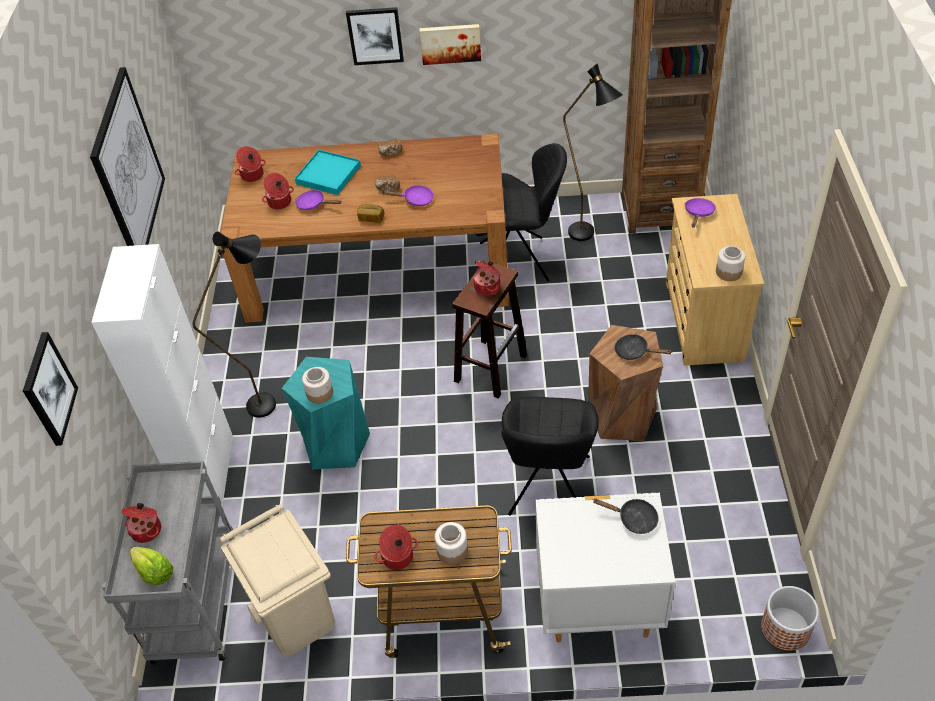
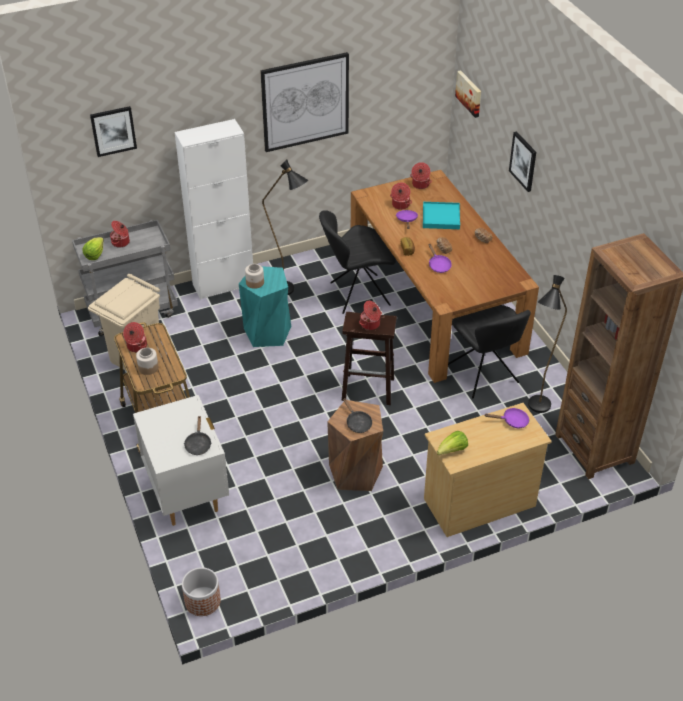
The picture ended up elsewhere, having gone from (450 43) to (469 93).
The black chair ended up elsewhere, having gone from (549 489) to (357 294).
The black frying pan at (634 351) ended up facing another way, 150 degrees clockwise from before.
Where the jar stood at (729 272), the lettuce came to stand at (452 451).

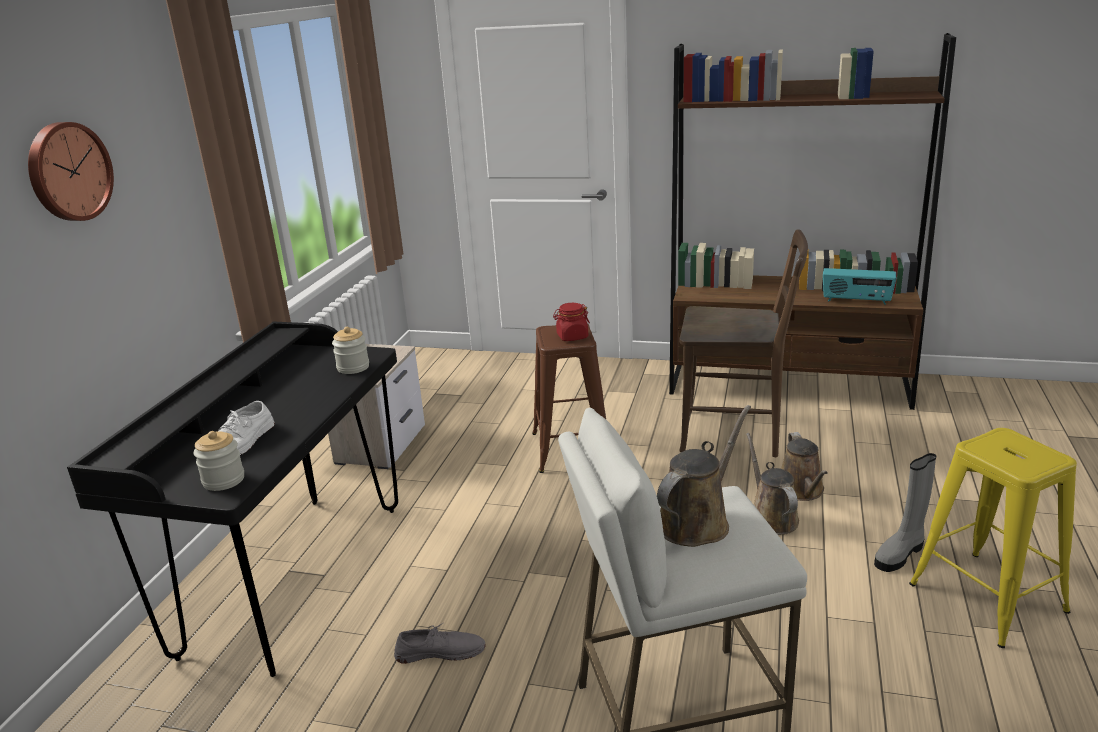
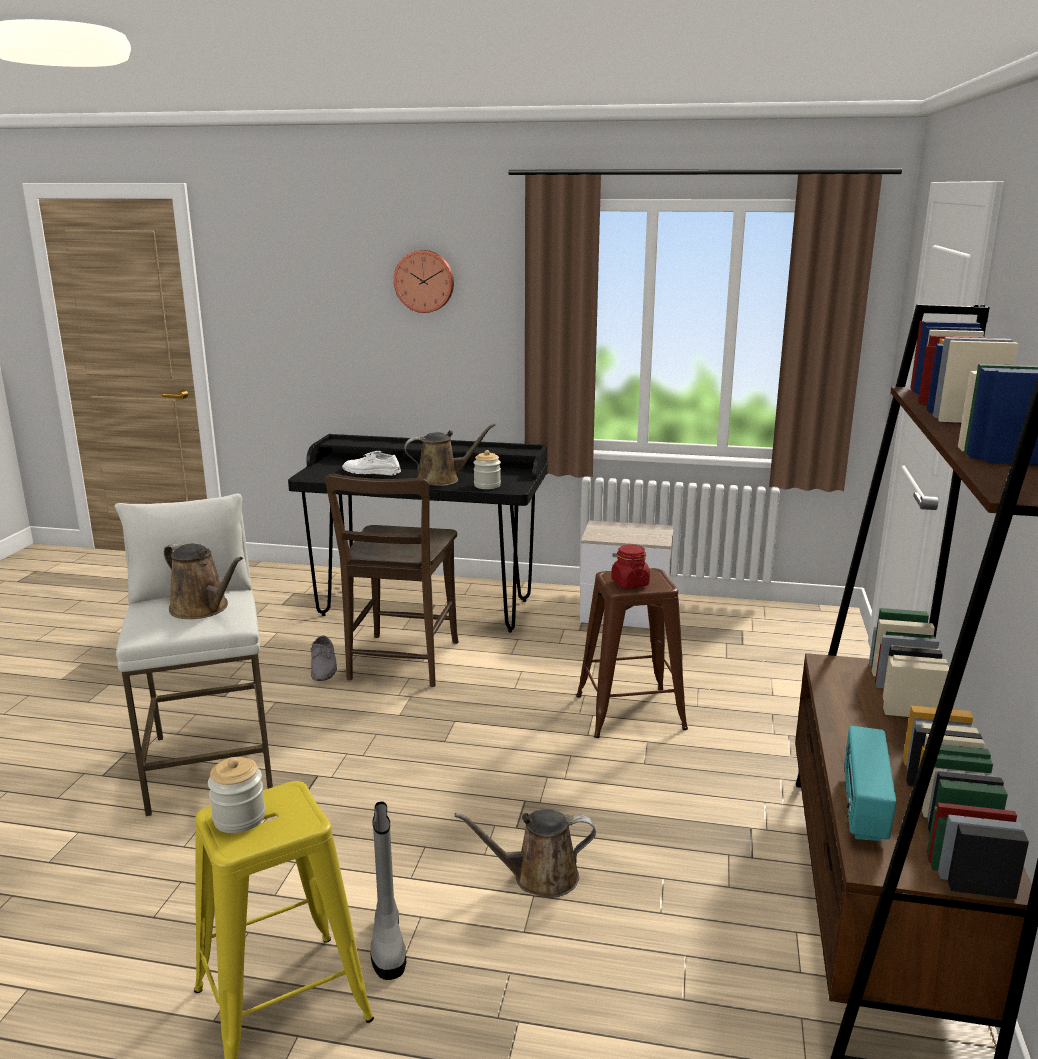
The jar ended up elsewhere, having gone from (223 480) to (239 818).
The brown chair ended up elsewhere, having gone from (737 434) to (401 664).
The brown watering can ended up elsewhere, having gone from (771 517) to (442 479).
The grey boot at (900 554) ended up facing another way, 150 degrees counterclockwise from before.

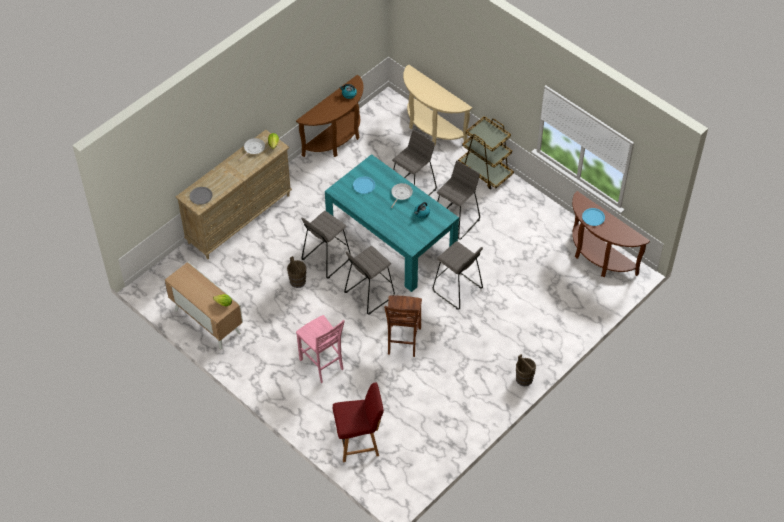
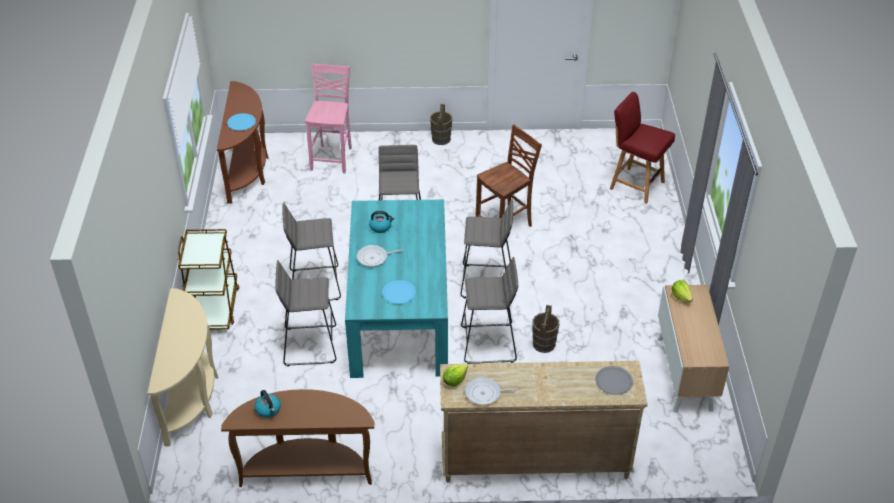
The pink chair ended up elsewhere, having gone from (322 365) to (333 158).

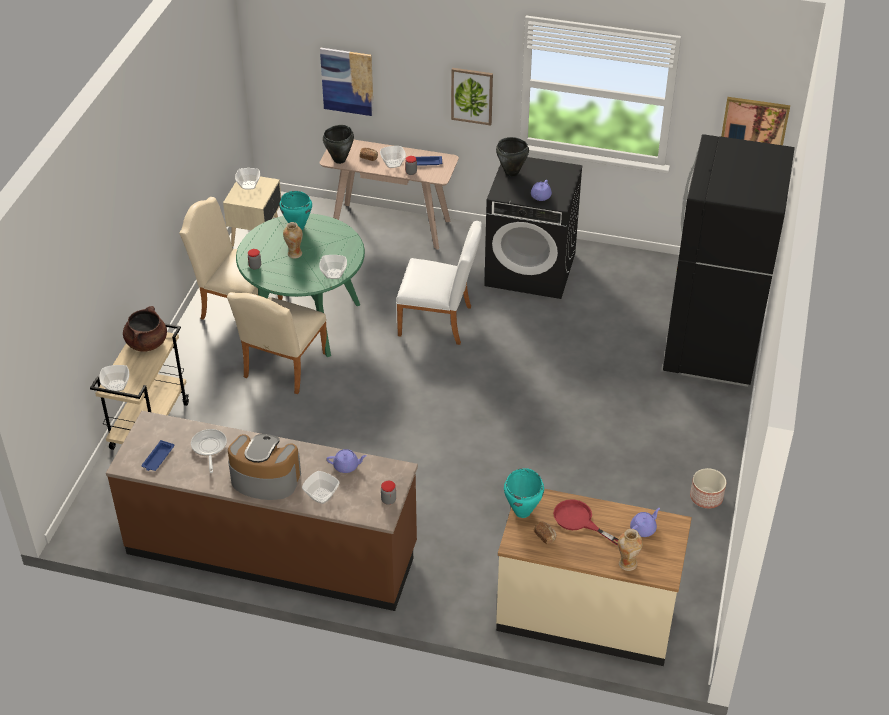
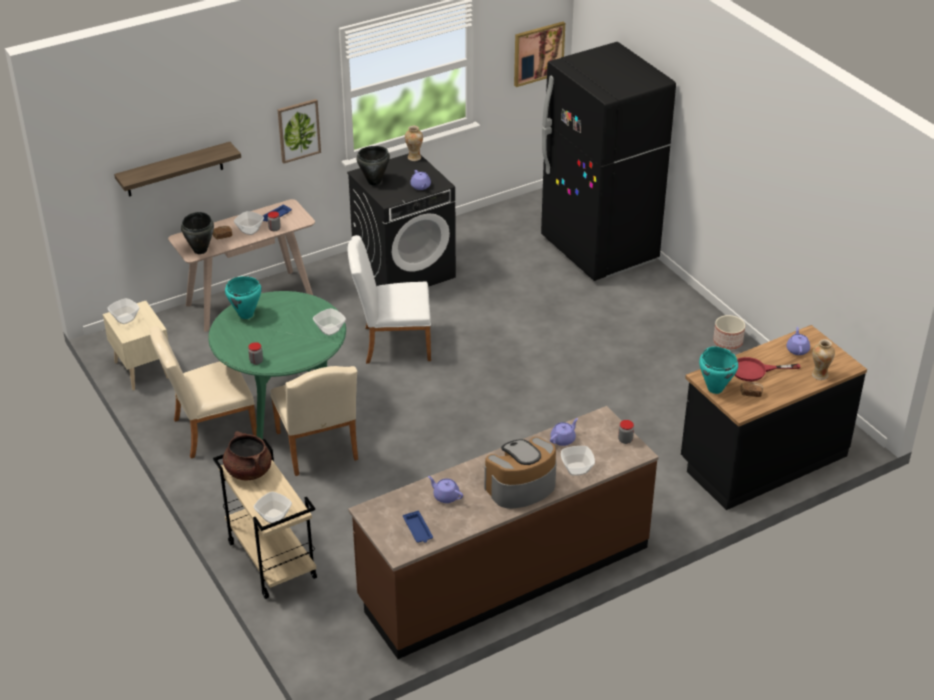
Where the frying pan stood at (209 448), the purple teapot came to stand at (445 496).
The vase ended up elsewhere, having gone from (294 254) to (414 157).
Where the picture hung at (347 81), the shelf came to hang at (174 169).
The white chair at (440 322) ended up facing another way, 150 degrees counterclockwise from before.
What was the beige counter at (587 613) turned into the black counter at (762 459).

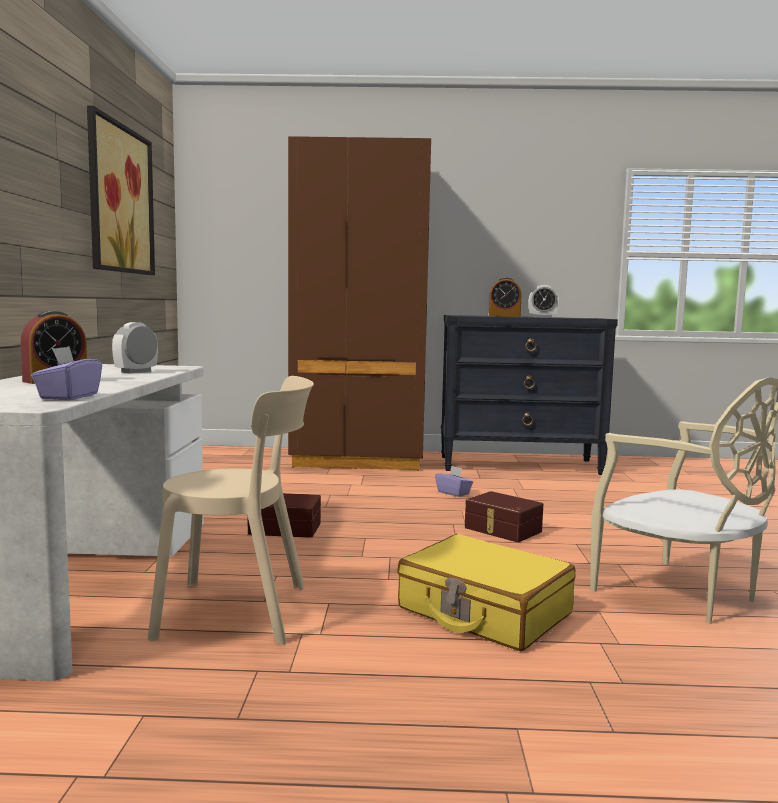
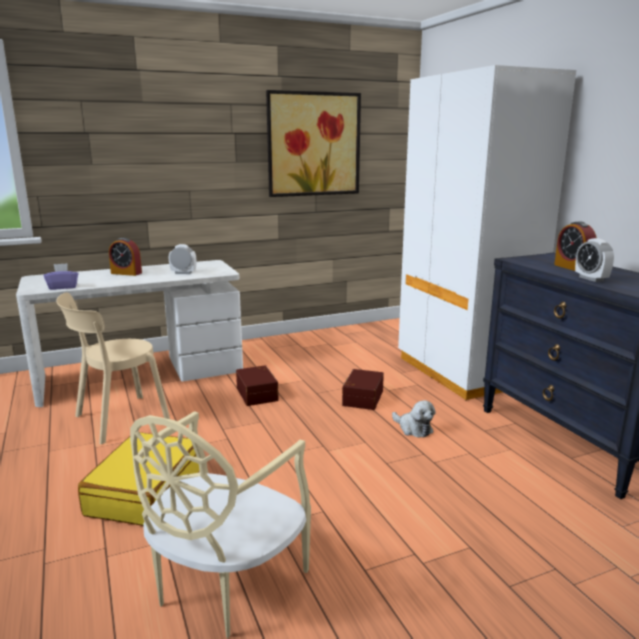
The beige chair at (241 611) ended up facing another way, 75 degrees clockwise from before.
What was the brown wardrobe at (358 459) turned into the white wardrobe at (462 371).
Where the purple tissue box stood at (453 493), the plush toy came to stand at (413 429).
The brown storage box ended up elsewhere, having gone from (502 530) to (361 398).

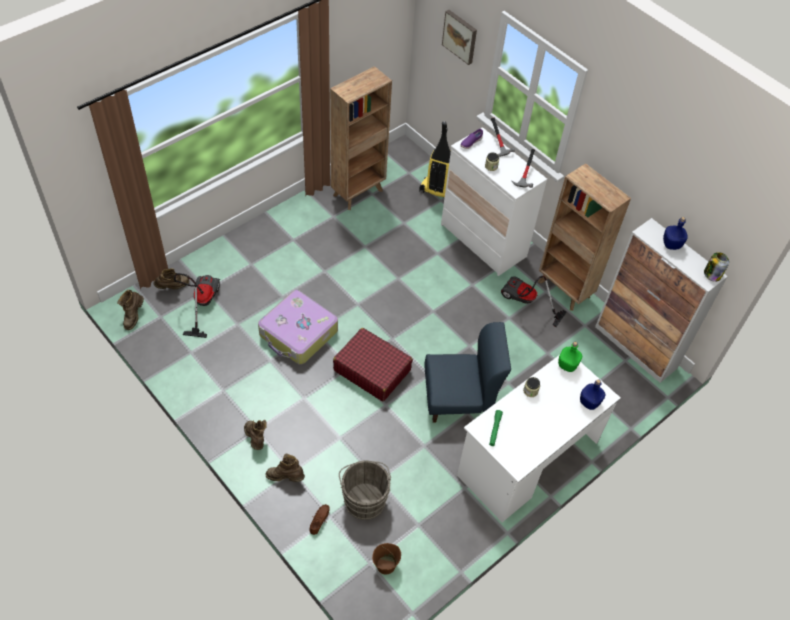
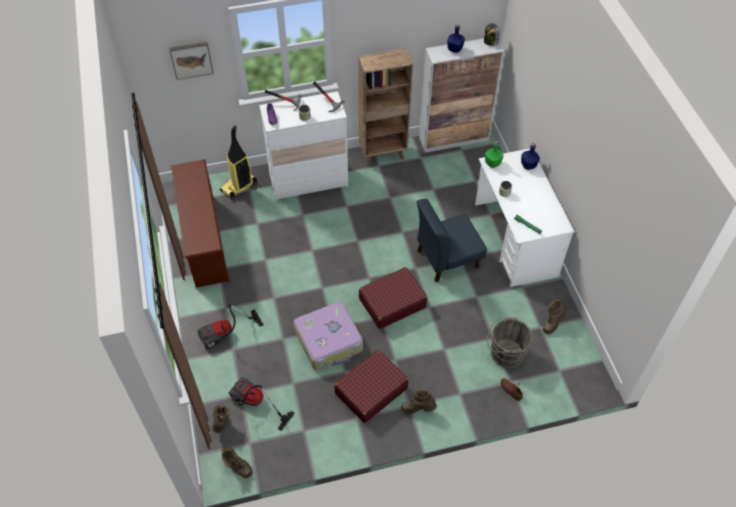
The brown boot ended up elsewhere, having gone from (286 477) to (552 323).
Where the brown bookcase stood at (359 192), the brown shoe rack came to stand at (204 241).
The second view lost the brown bucket at (386 565).
The blue chair at (459 400) ended up facing another way, 135 degrees counterclockwise from before.
The vacuum cleaner ended up elsewhere, having gone from (525 302) to (226 334).
The second view gained the red suitcase at (371 391).

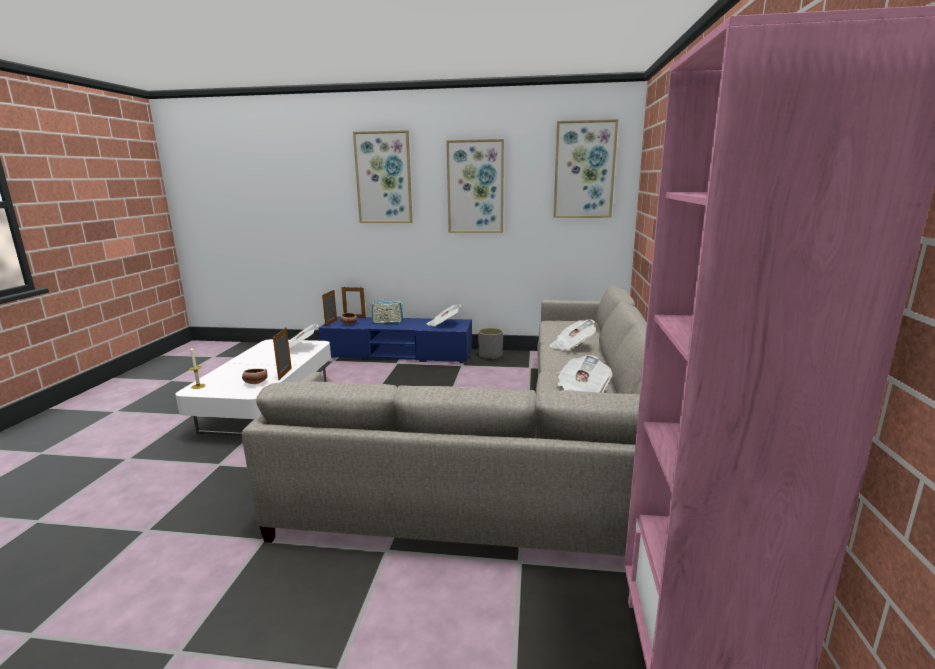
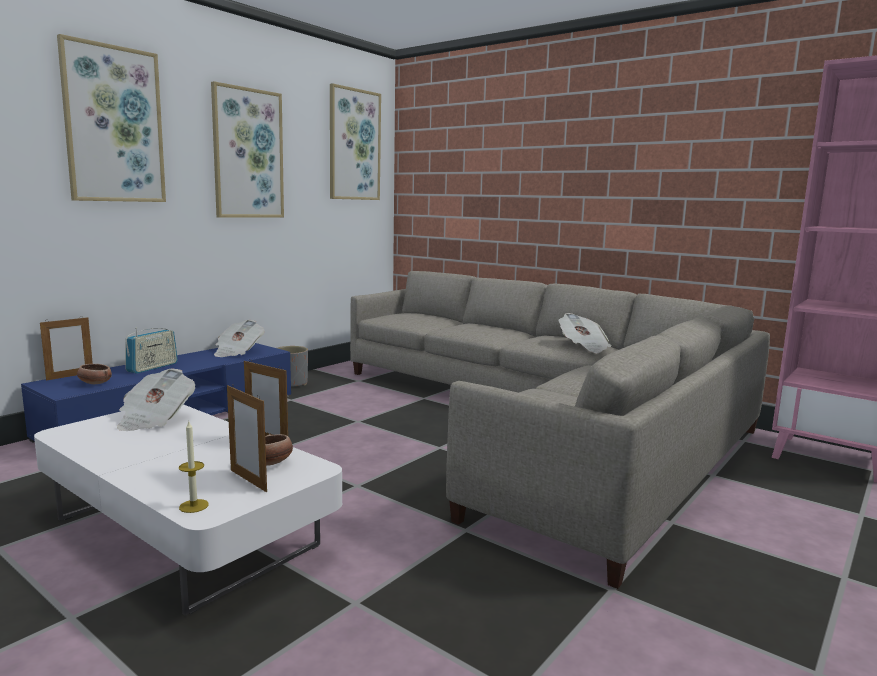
The picture frame ended up elsewhere, having gone from (331 323) to (248 480).
The second view lost the newspaper at (571 346).

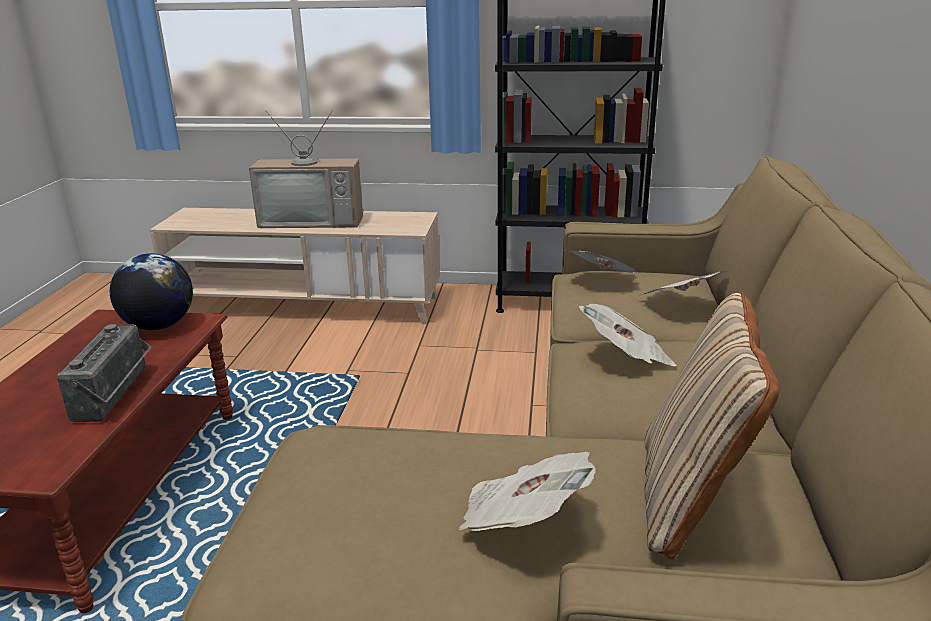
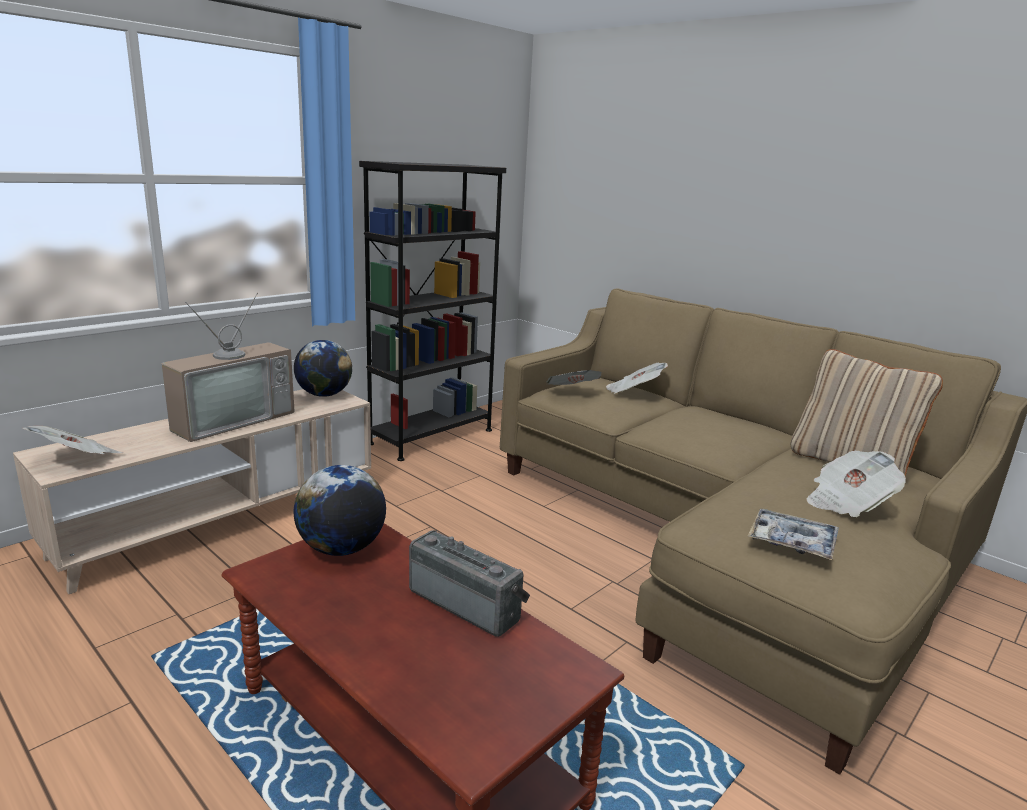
The newspaper ended up elsewhere, having gone from (626 358) to (78 460).
The second view gained the globe at (324 394).
The second view gained the tray at (792 542).

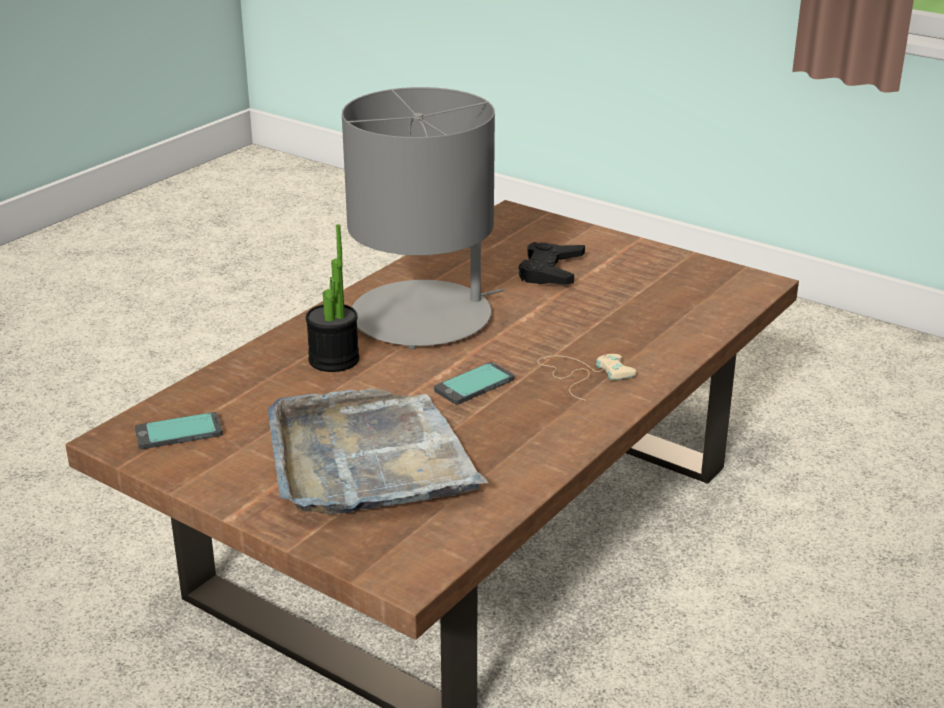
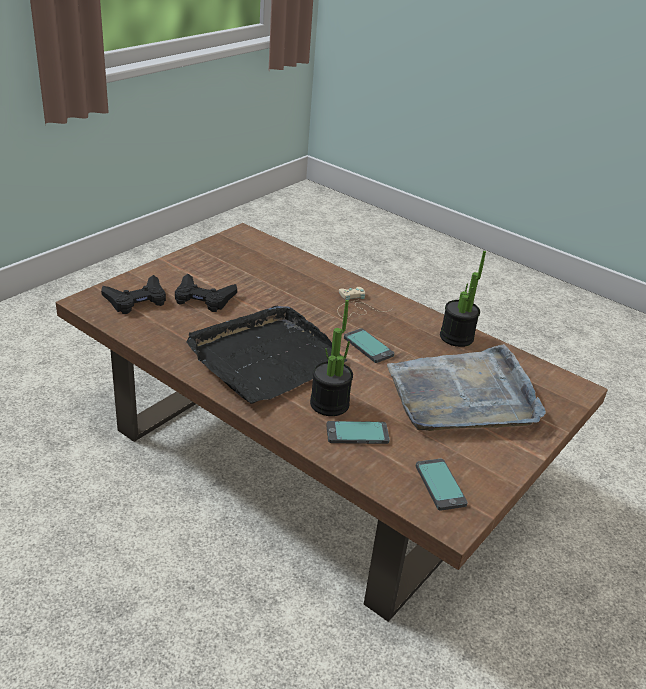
Where the grey table lamp stood at (423 316), the black tray came to stand at (265 358).
The second view gained the black game controller at (136 300).
The second view gained the phone at (357 434).
The second view gained the potted plant at (456 337).

